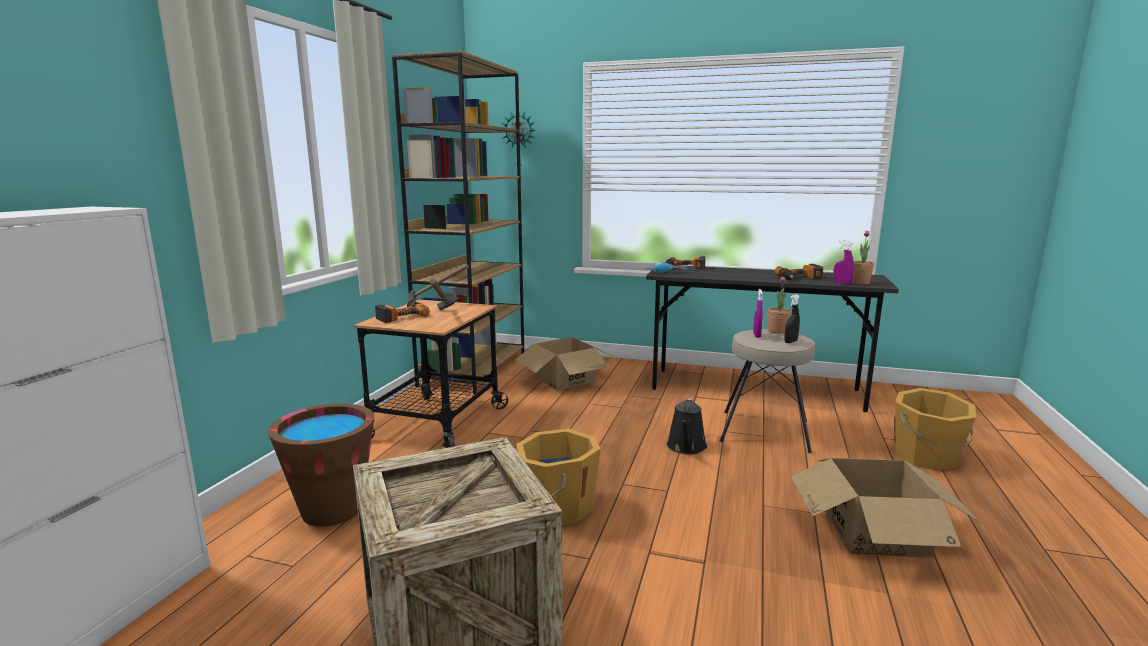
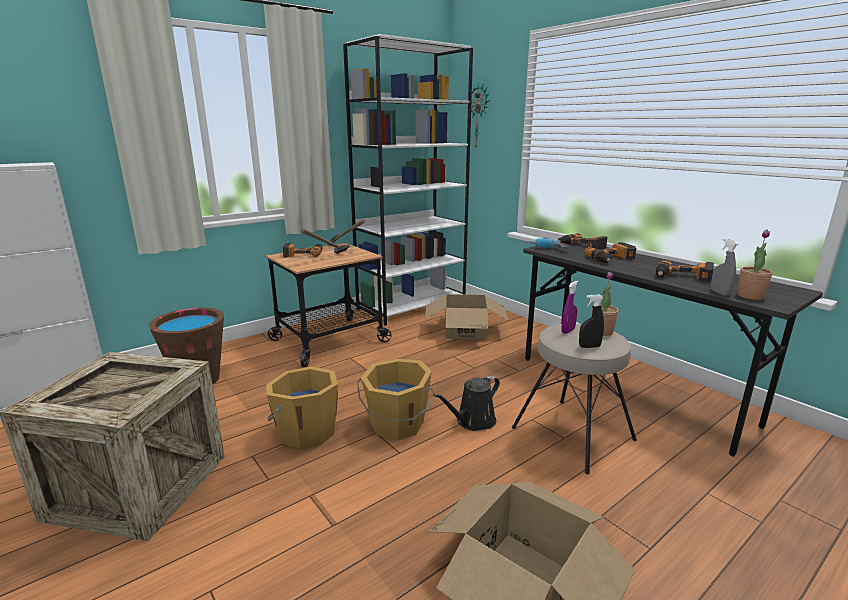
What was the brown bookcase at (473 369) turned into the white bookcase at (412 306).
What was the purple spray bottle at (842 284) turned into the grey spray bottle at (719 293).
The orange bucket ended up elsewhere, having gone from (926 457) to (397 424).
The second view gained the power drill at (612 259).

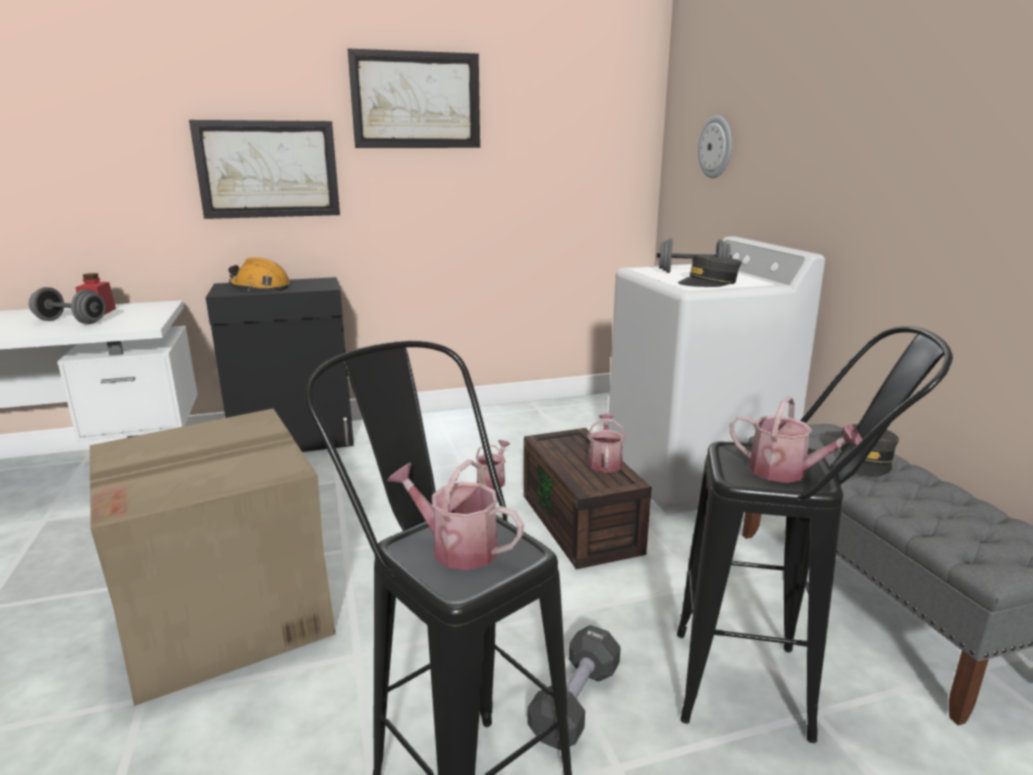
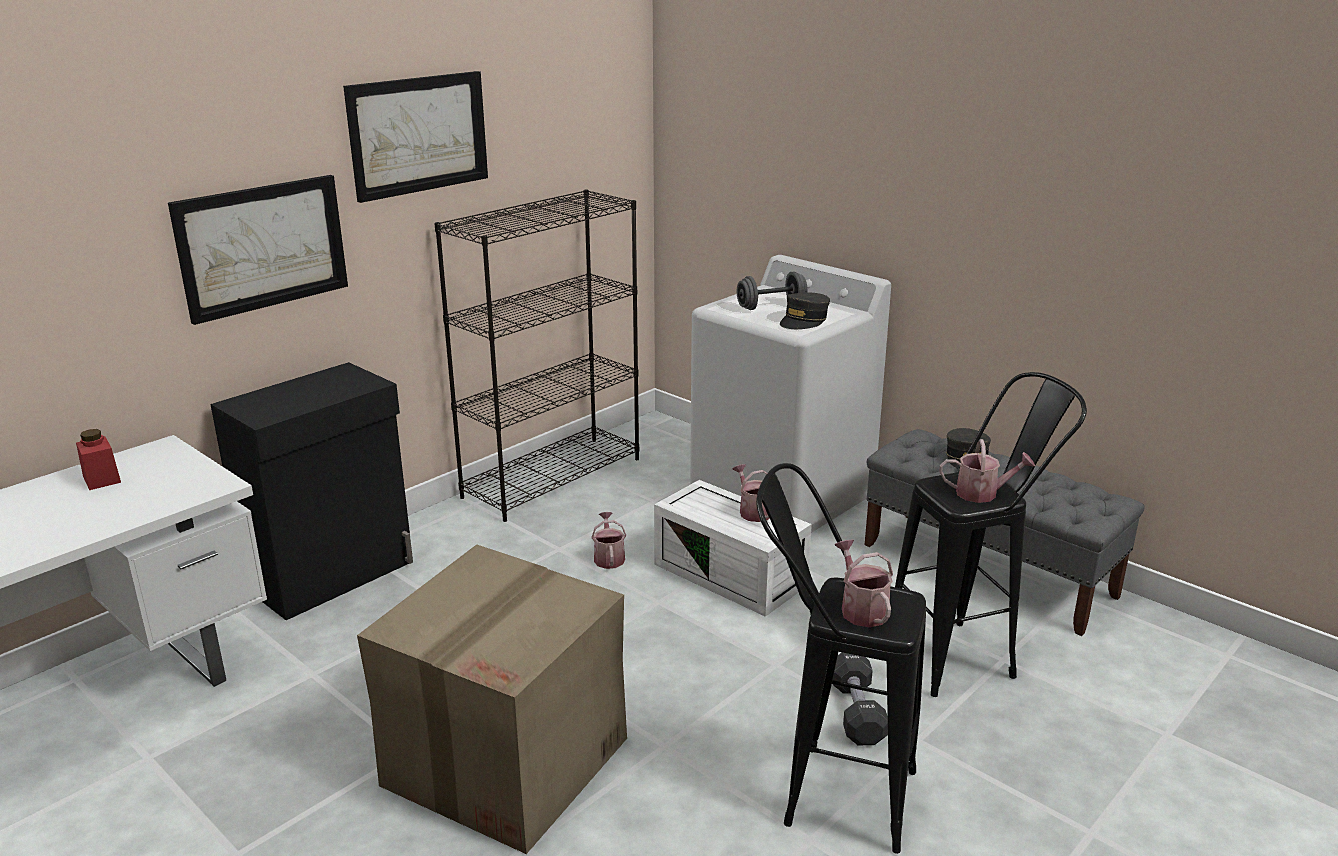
The second view lost the grey dumbbell at (71 322).
The second view lost the orange hard hat at (260 288).
The watering can at (456 547) ended up facing another way, 75 degrees clockwise from before.
What was the brown storage box at (583 524) turned into the white storage box at (733 574).
The second view lost the wall clock at (716 147).
The second view gained the black bookcase at (553 477).

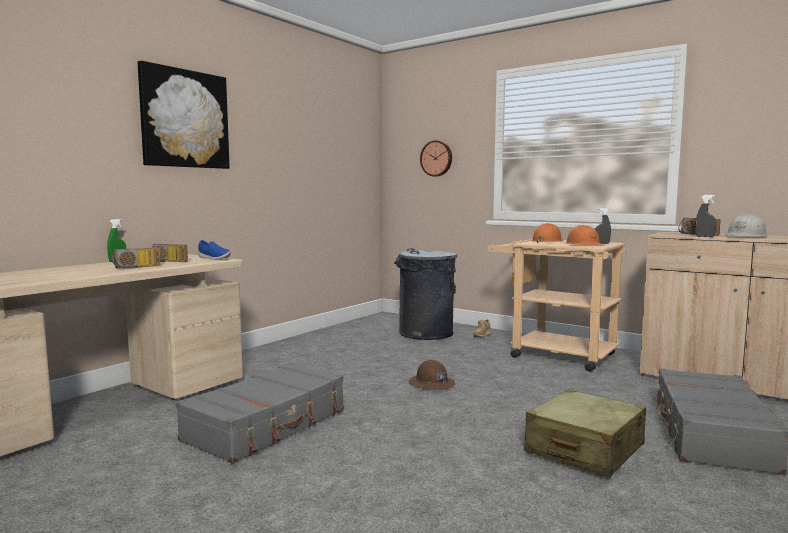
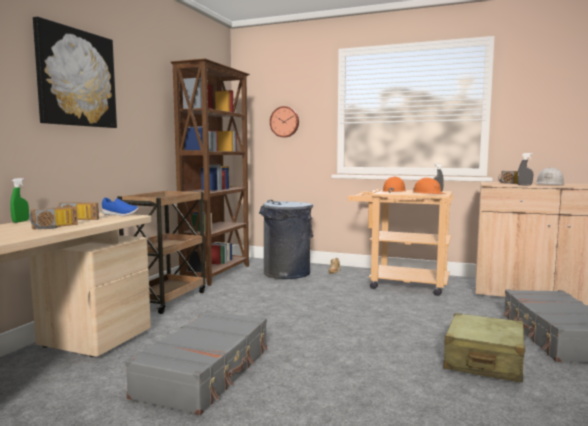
The second view lost the brown hard hat at (431 384).
The second view gained the brown cart at (166 299).
The second view gained the brown bookcase at (217 273).

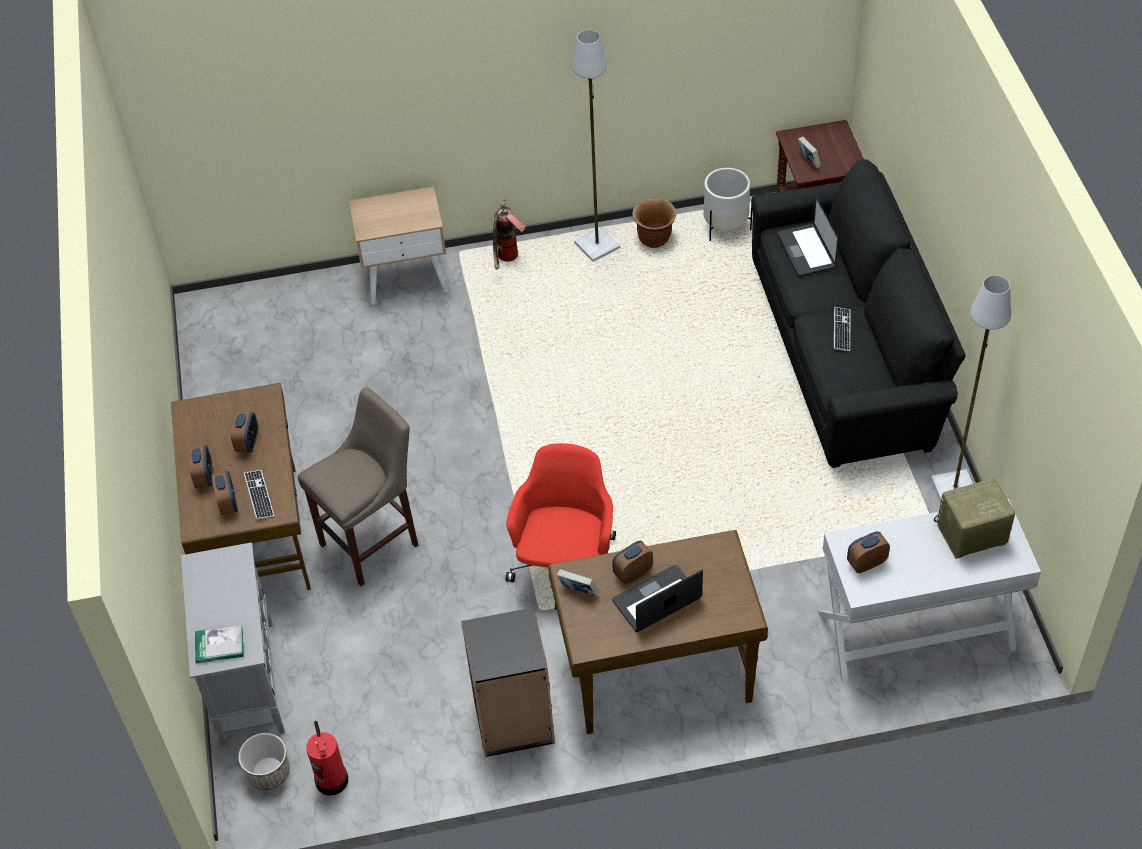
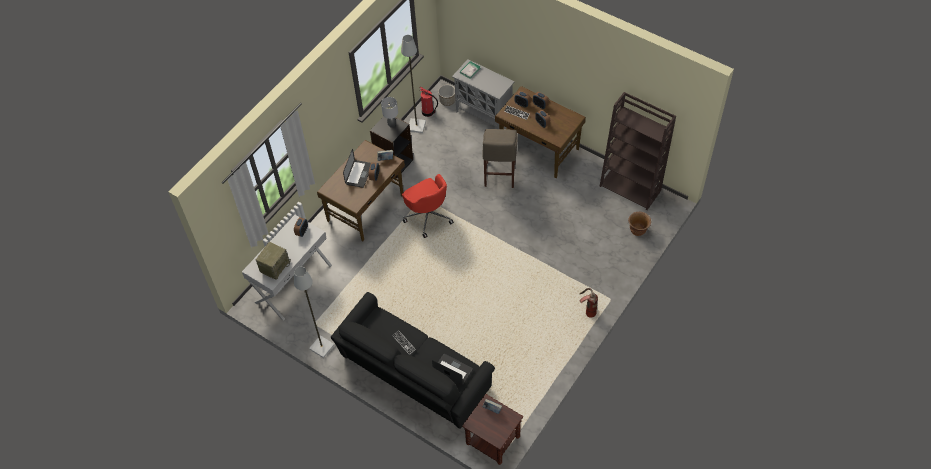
The second view lost the beige nightstand at (406 277).
The grey floor lamp ended up elsewhere, having gone from (598 246) to (416 126).
The brown planter ended up elsewhere, having gone from (654 239) to (638 230).
The second view lost the white planter at (725 227).
The second view gained the grey table lamp at (391 124).
The second view gained the brown bookcase at (631 188).

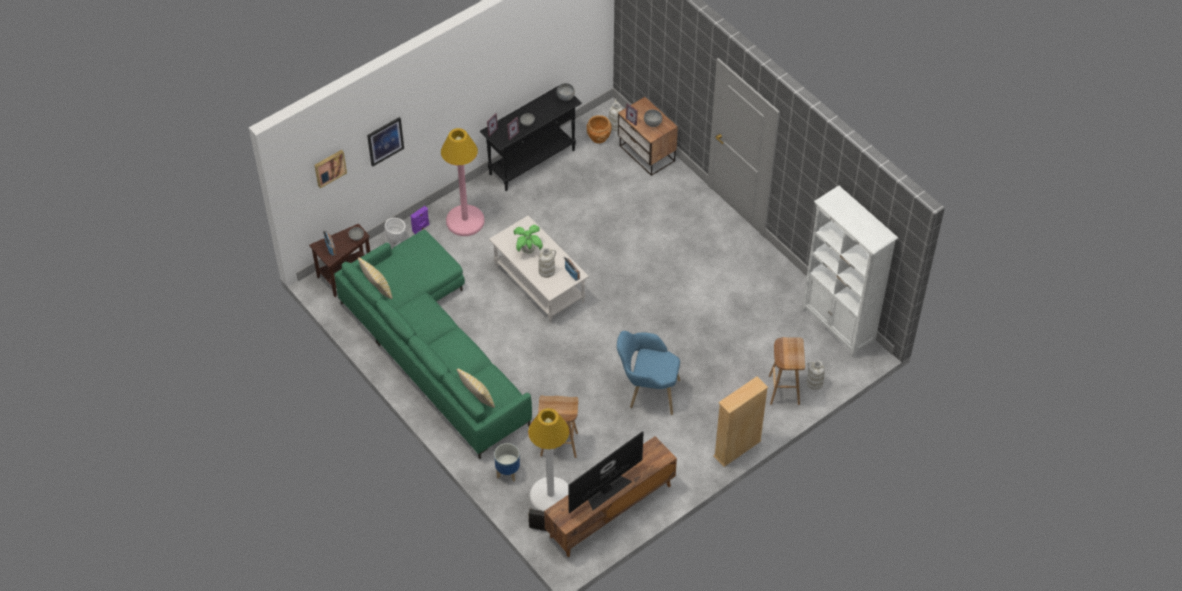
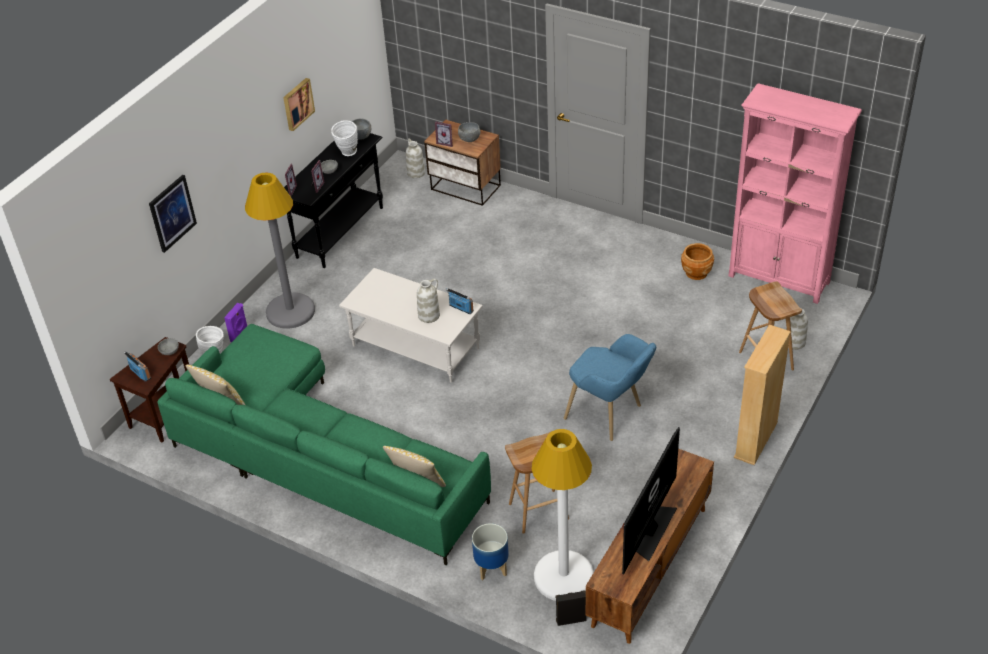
The picture ended up elsewhere, having gone from (329 167) to (297 103).
What was the pink floor lamp at (465 221) turned into the grey floor lamp at (290 311).
The second view lost the potted plant at (528 250).
The brown planter ended up elsewhere, having gone from (599 137) to (696 273).
The blue armchair at (647 392) ended up facing another way, 135 degrees counterclockwise from before.
What was the white bookcase at (838 325) turned into the pink bookcase at (779 279).
The second view gained the white vase at (347 154).

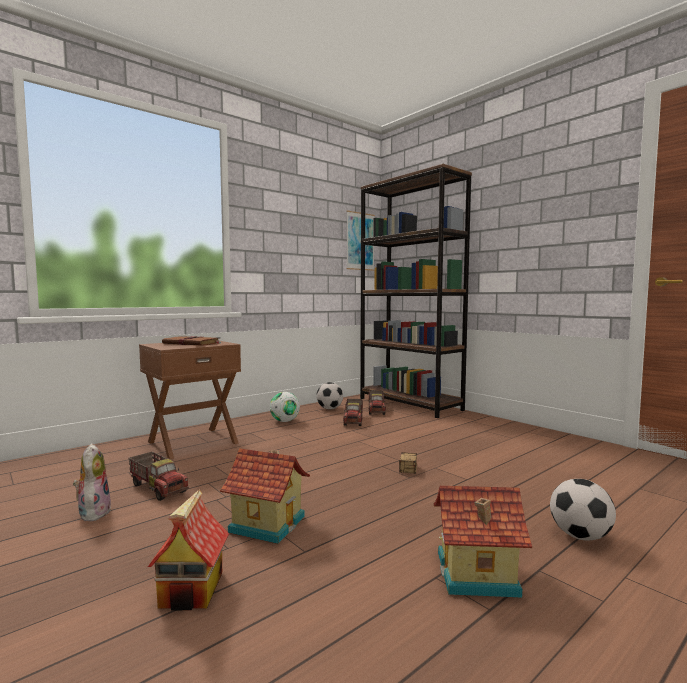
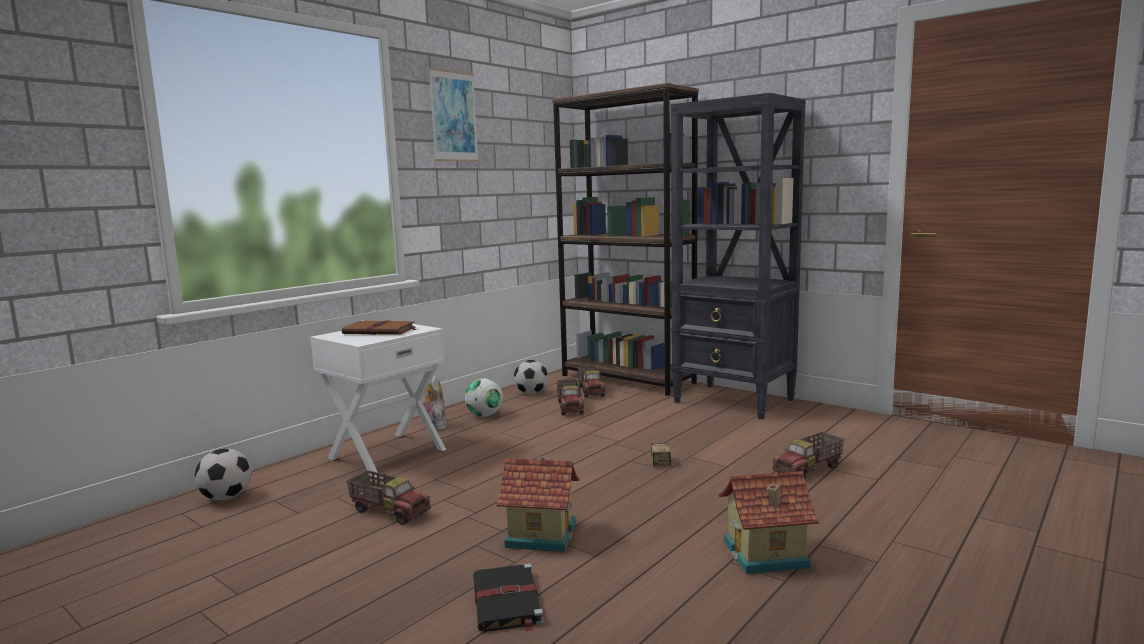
The plush toy ended up elsewhere, having gone from (93 512) to (434 426).
What was the brown nightstand at (192 442) turned into the white nightstand at (386 453).
Where the toy house stood at (192 590), the black book came to stand at (507 602).
The picture ended up elsewhere, having gone from (360 241) to (453 116).
The football ended up elsewhere, having gone from (580 536) to (226 498).
The second view gained the black bookcase at (734 401).
The second view gained the toy truck at (809 470).

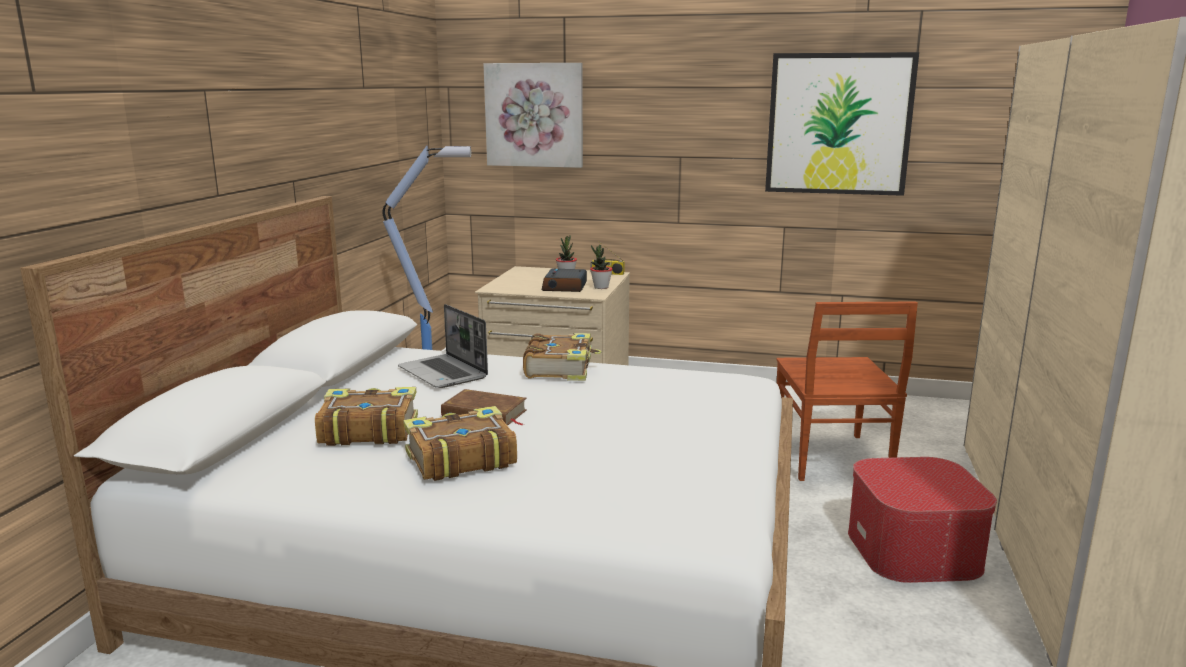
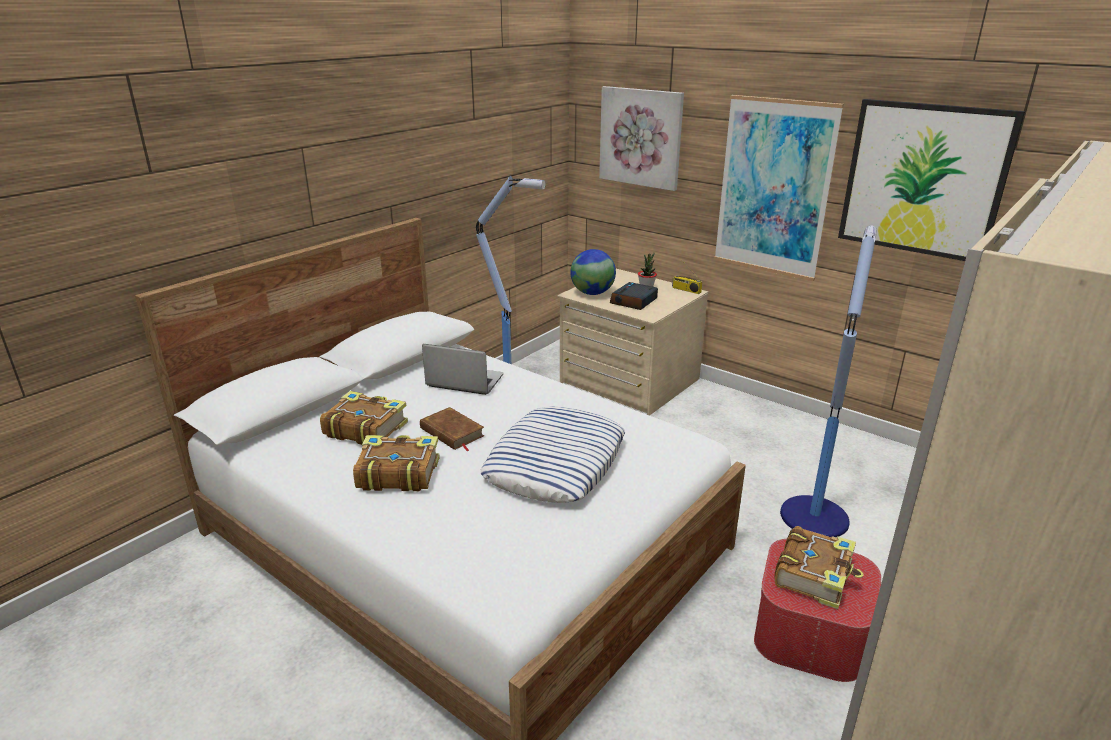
The laptop at (444 373) ended up facing another way, 120 degrees clockwise from before.
The book ended up elsewhere, having gone from (560 368) to (815 575).
The second view lost the potted plant at (601 287).
Where the brown chair stood at (831 458), the floor lamp came to stand at (814 515).
The second view gained the pillow at (555 462).
The second view gained the globe at (592 293).
The second view gained the picture at (774 188).

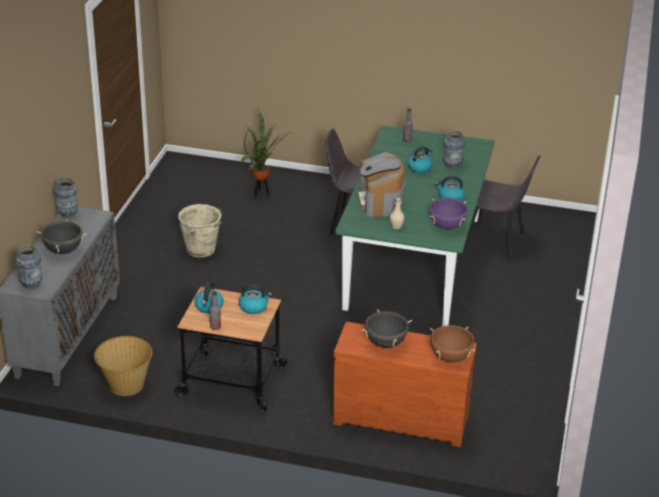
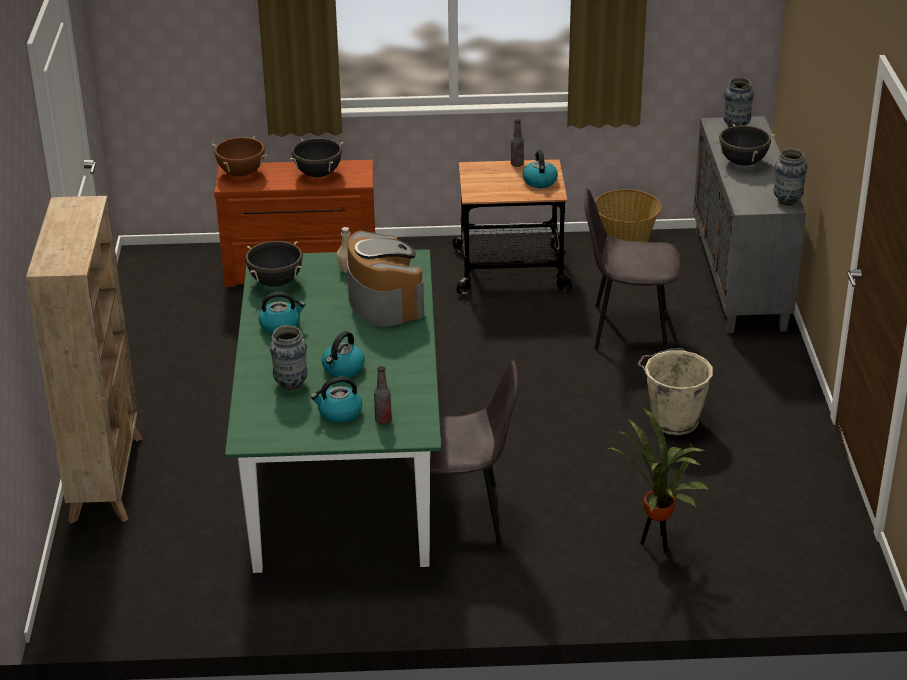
The kettle ended up elsewhere, having gone from (254 307) to (339 413).
What was the purple cooking pot at (446 226) turned into the black cooking pot at (276 282).
The grey chair ended up elsewhere, having gone from (495 242) to (627 328).
The second view gained the beige bookcase at (107 478).

